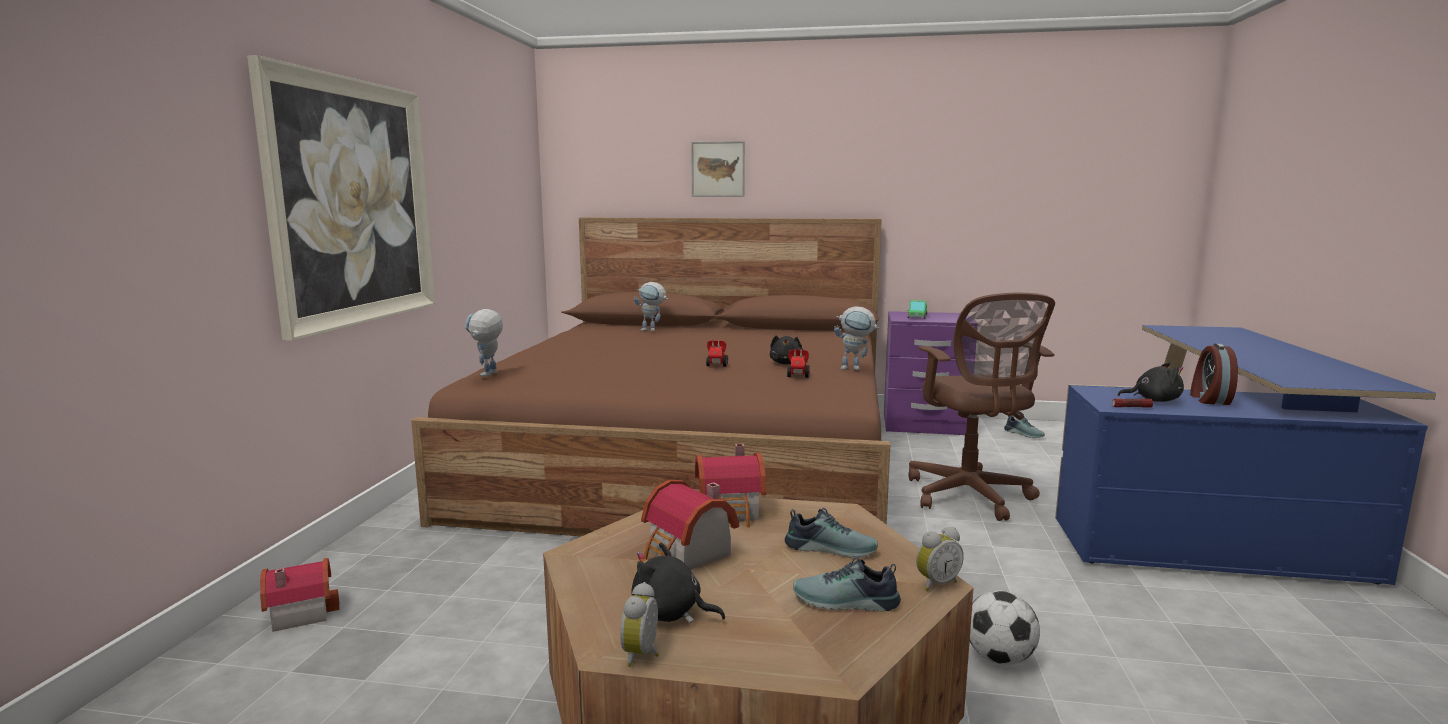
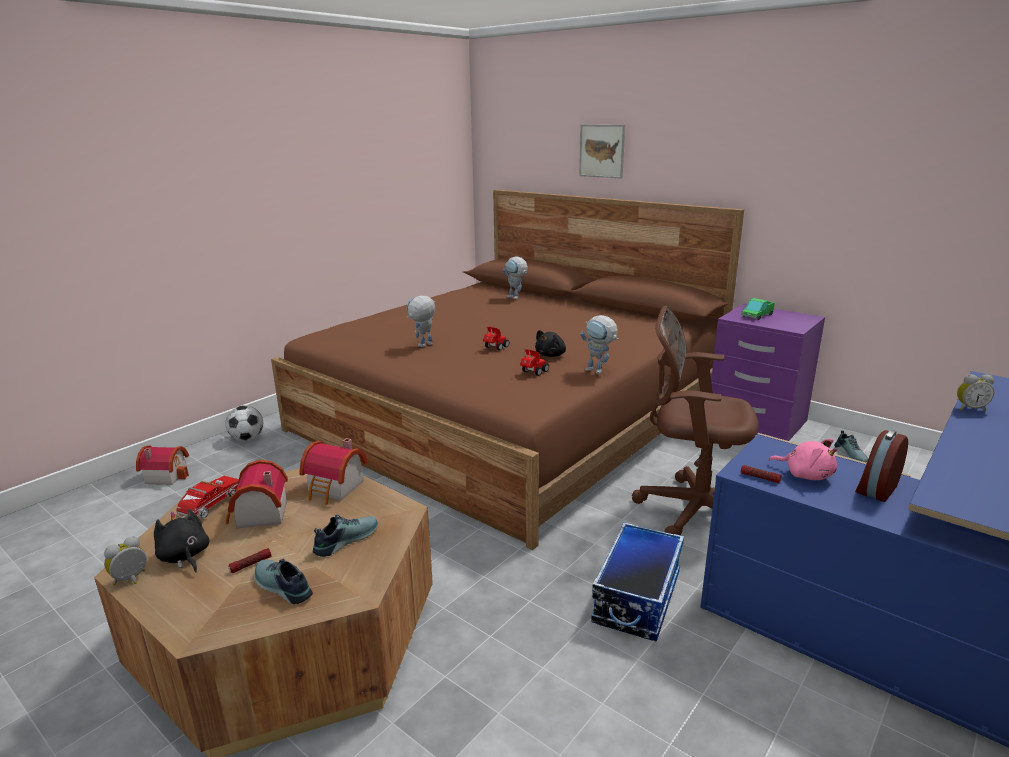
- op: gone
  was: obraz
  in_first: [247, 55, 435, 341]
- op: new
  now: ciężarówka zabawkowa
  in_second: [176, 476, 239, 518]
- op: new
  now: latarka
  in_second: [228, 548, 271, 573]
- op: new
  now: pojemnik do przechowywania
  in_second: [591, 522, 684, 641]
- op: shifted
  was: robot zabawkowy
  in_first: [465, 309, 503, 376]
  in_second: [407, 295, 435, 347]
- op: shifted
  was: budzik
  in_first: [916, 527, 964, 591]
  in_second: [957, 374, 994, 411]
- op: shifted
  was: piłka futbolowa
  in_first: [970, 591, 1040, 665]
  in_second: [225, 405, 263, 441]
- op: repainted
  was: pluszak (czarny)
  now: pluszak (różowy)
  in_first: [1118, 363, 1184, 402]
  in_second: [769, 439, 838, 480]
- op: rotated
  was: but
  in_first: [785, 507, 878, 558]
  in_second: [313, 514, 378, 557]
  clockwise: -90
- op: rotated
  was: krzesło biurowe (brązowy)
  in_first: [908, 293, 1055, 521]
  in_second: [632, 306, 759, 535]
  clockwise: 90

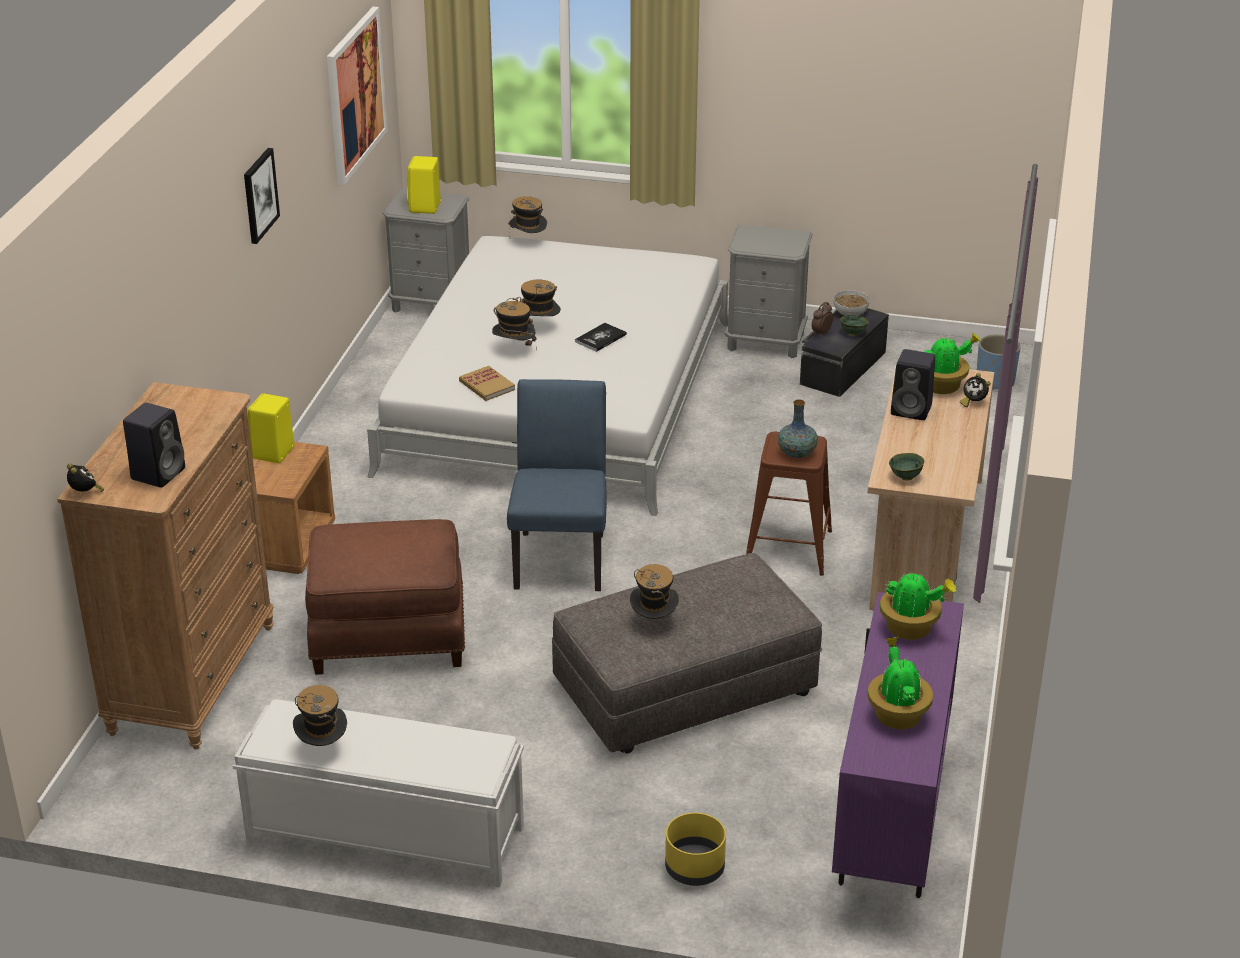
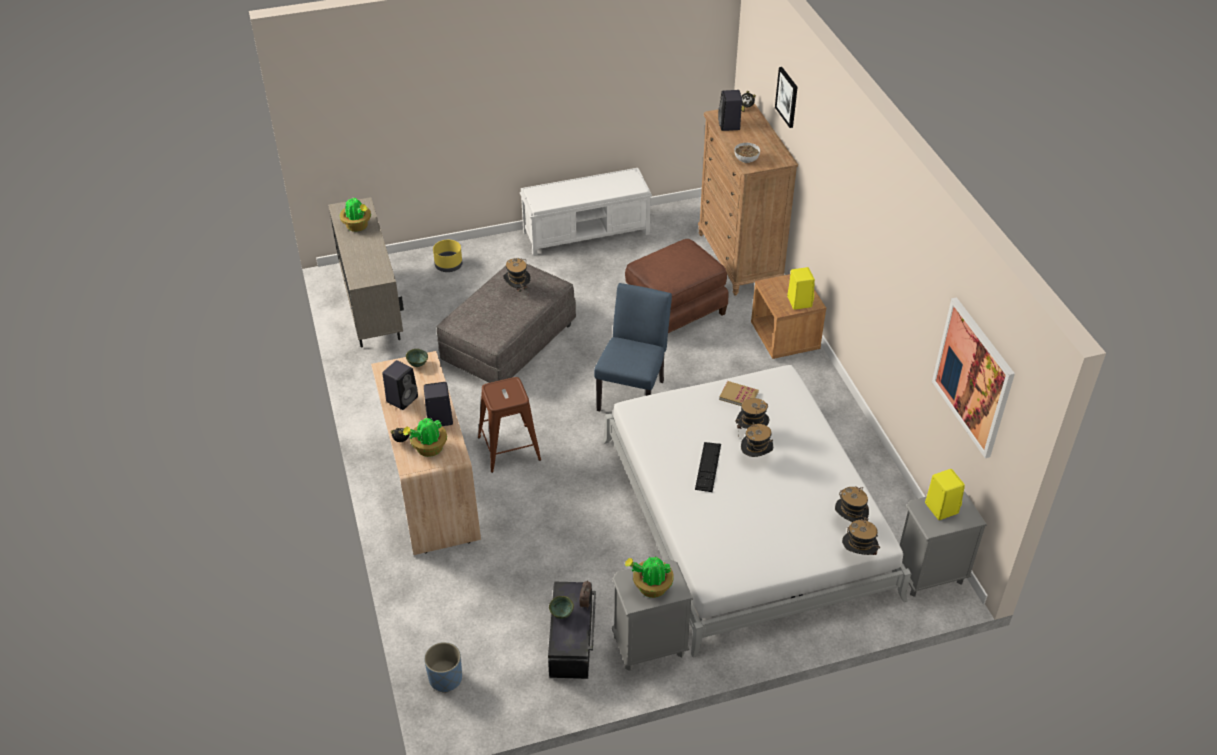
- op: gone
  was: wazon
  in_first: [778, 399, 818, 458]
- op: new
  now: głośnik (czarny)
  in_second: [382, 360, 418, 410]
- op: shifted
  was: obraz
  in_first: [244, 148, 280, 244]
  in_second: [775, 67, 798, 128]
- op: shifted
  was: kapelusz
  in_first: [293, 685, 347, 746]
  in_second: [835, 486, 869, 522]
- op: shifted
  was: miska
  in_first: [833, 290, 870, 316]
  in_second: [734, 143, 760, 163]
- op: shifted
  was: roślina doniczkowa
  in_first: [880, 568, 956, 640]
  in_second: [625, 557, 673, 598]
- op: swapped
  was: książka
  now: klawiatura
  in_first: [575, 323, 627, 352]
  in_second: [695, 442, 721, 492]
- op: repainted
  was: szafka (fioletowy)
  now: szafka (beżowy)
  in_first: [832, 592, 964, 898]
  in_second: [328, 197, 404, 348]
- op: rotated
  was: krzesło (niebieski)
  in_first: [507, 379, 607, 591]
  in_second: [594, 283, 672, 411]
  clockwise: -135

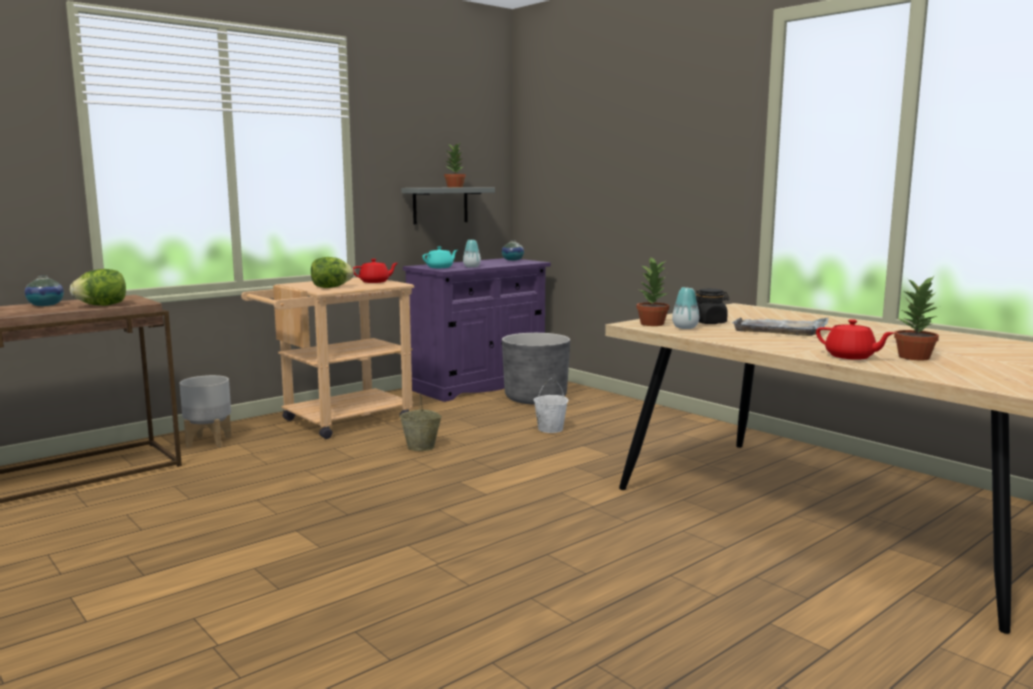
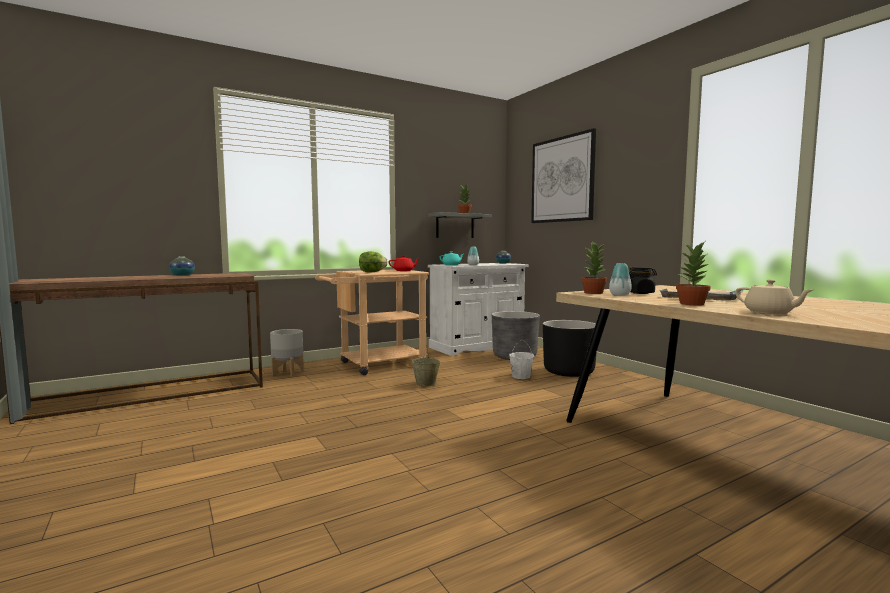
- op: gone
  was: sałata
  in_first: [70, 269, 126, 306]
- op: new
  now: obraz
  in_second: [531, 128, 596, 223]
- op: new
  now: donica (czarny)
  in_second: [543, 320, 597, 377]
- op: shifted
  was: roślina doniczkowa
  in_first: [894, 275, 941, 360]
  in_second: [676, 242, 711, 305]
- op: repainted
  was: szafka (fioletowy)
  now: szafka (biały)
  in_first: [403, 258, 551, 402]
  in_second: [428, 263, 529, 356]
- op: repainted
  was: imbryk (czerwony)
  now: imbryk (beżowy)
  in_first: [816, 319, 894, 360]
  in_second: [735, 280, 815, 314]

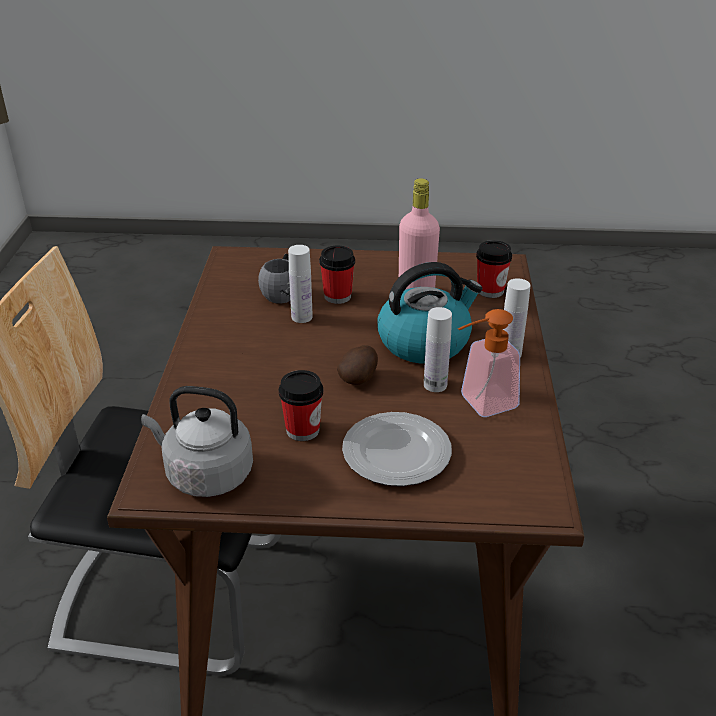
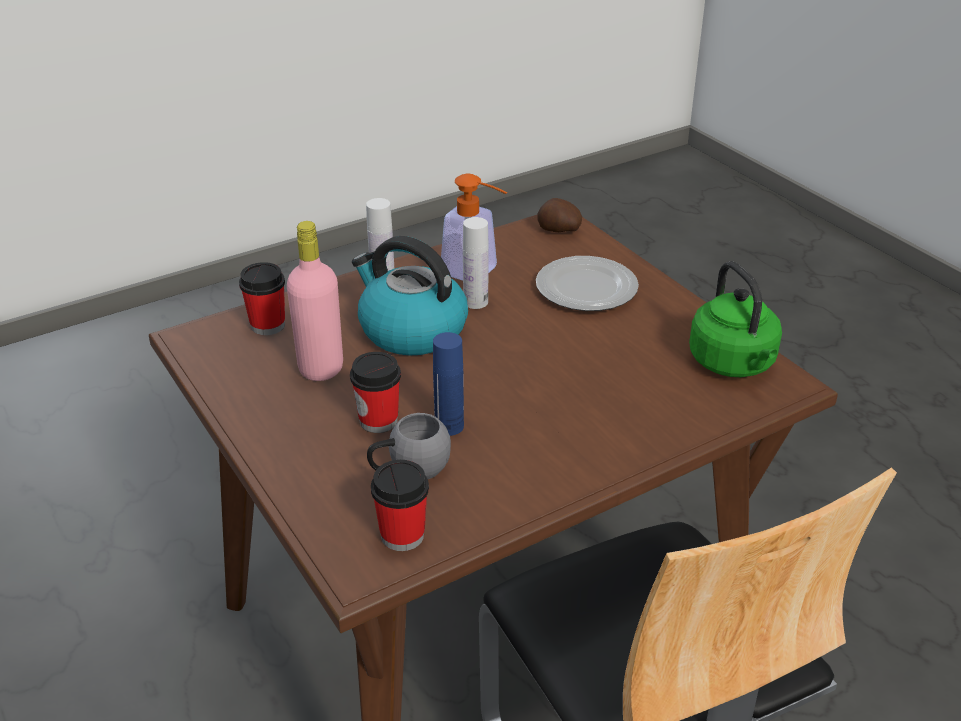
- op: shifted
  was: filiżanka
  in_first: [279, 370, 323, 441]
  in_second: [371, 460, 429, 551]
- op: shifted
  was: ziemniak
  in_first: [337, 345, 378, 385]
  in_second: [537, 198, 582, 232]
- op: repainted
  was: czajnik (szary)
  now: czajnik (zielony)
  in_first: [141, 386, 253, 497]
  in_second: [689, 261, 782, 377]
- op: repainted
  was: butelka (biały)
  now: butelka (niebieski)
  in_first: [288, 245, 313, 323]
  in_second: [433, 332, 464, 436]

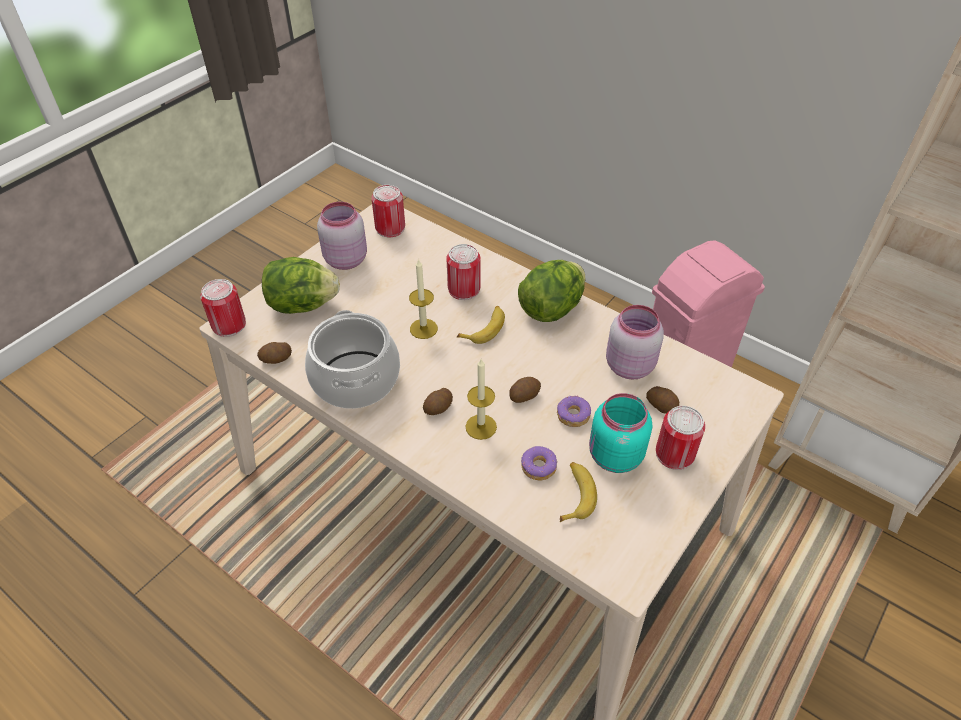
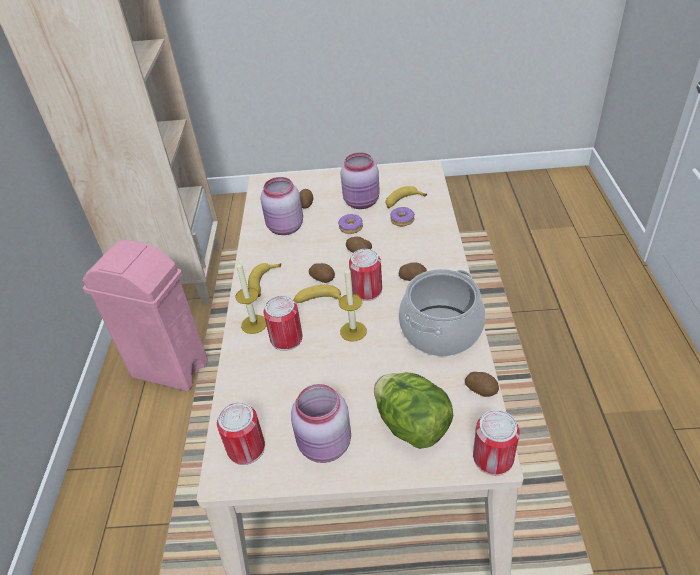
- op: new
  now: ziemniak
  in_second: [309, 263, 335, 283]
- op: shifted
  was: świeca
  in_first: [465, 359, 497, 440]
  in_second: [235, 261, 266, 334]
- op: shifted
  was: puszka
  in_first: [656, 406, 705, 470]
  in_second: [349, 249, 382, 301]
- op: swapped
  was: sałata
  now: banan
  in_first: [518, 260, 585, 322]
  in_second: [248, 263, 281, 297]
- op: repainted
  was: słoik (turkusowy)
  now: słoik (różowy)
  in_first: [589, 393, 653, 473]
  in_second: [341, 152, 380, 209]

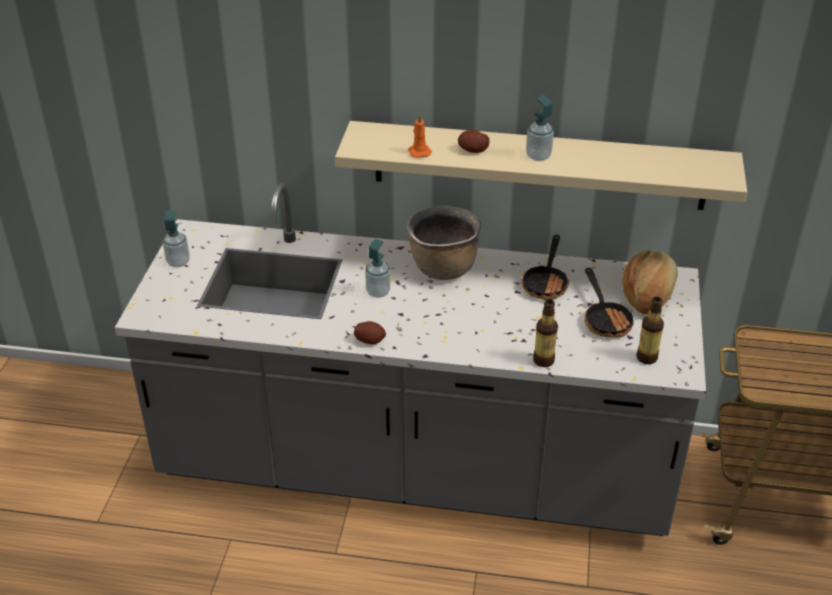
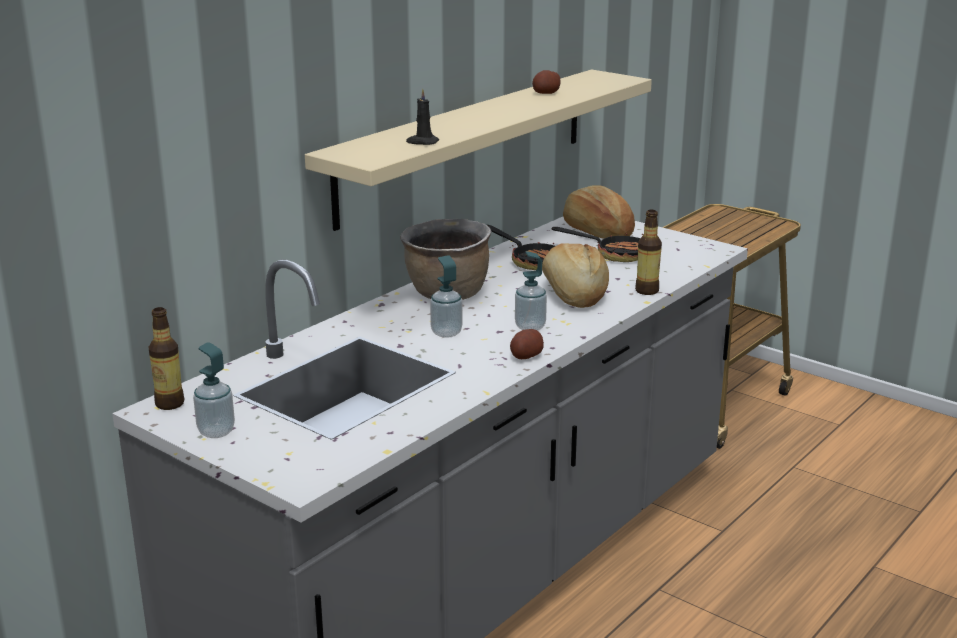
- op: new
  now: chleb
  in_second: [542, 243, 609, 308]
- op: shifted
  was: ziemniak
  in_first: [458, 130, 490, 153]
  in_second: [532, 70, 561, 94]
- op: shifted
  was: dozownik mydła
  in_first: [526, 95, 554, 161]
  in_second: [515, 251, 547, 331]
- op: shifted
  was: butelka
  in_first: [636, 297, 664, 364]
  in_second: [148, 307, 184, 410]
- op: repainted
  was: świeca (pomarańczowy)
  now: świeca (czarny)
  in_first: [409, 114, 432, 158]
  in_second: [406, 88, 439, 145]

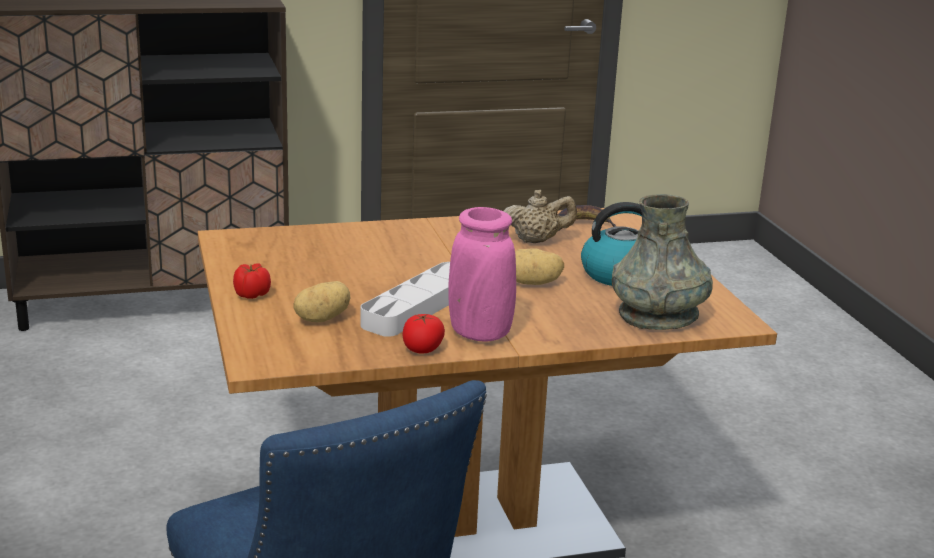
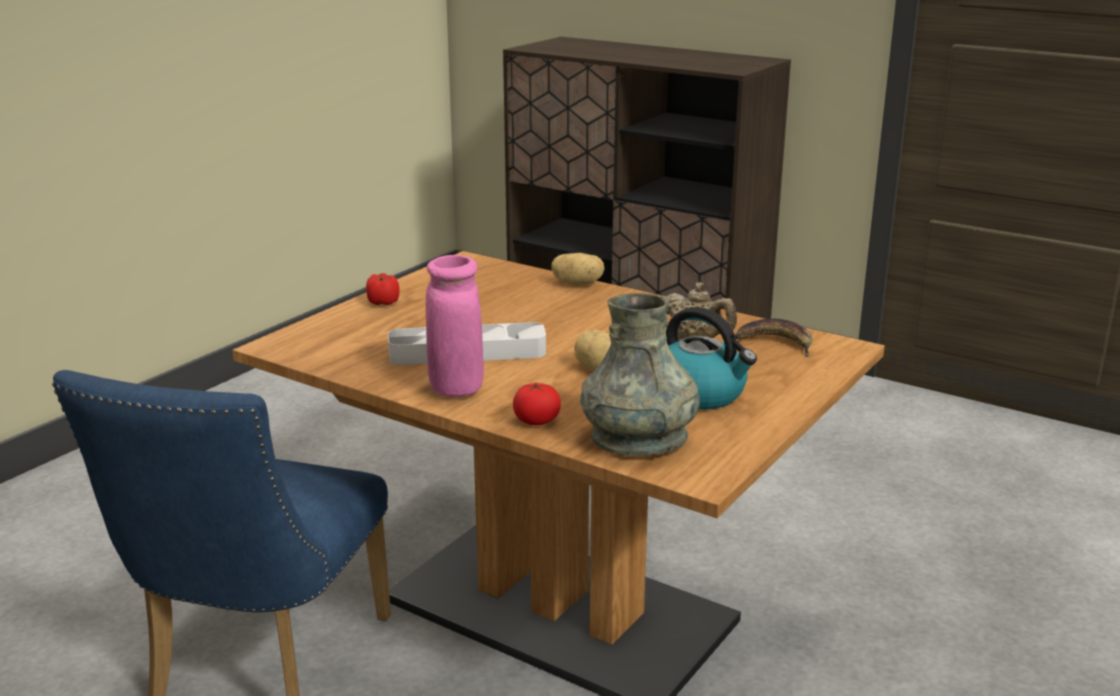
- op: shifted
  was: ziemniak
  in_first: [293, 281, 350, 322]
  in_second: [551, 253, 604, 286]
- op: shifted
  was: pomidor
  in_first: [403, 314, 445, 354]
  in_second: [513, 382, 561, 425]

